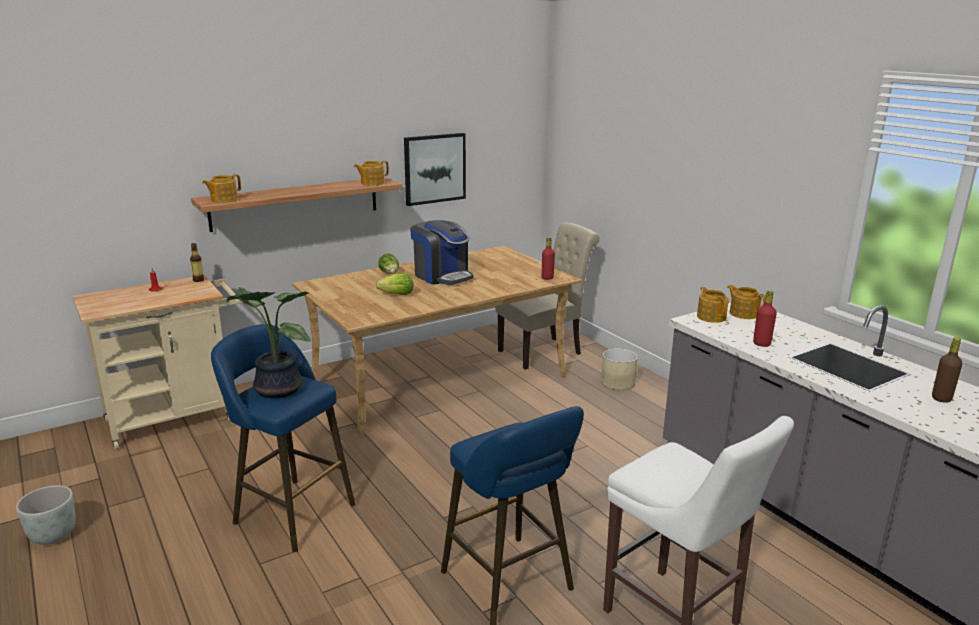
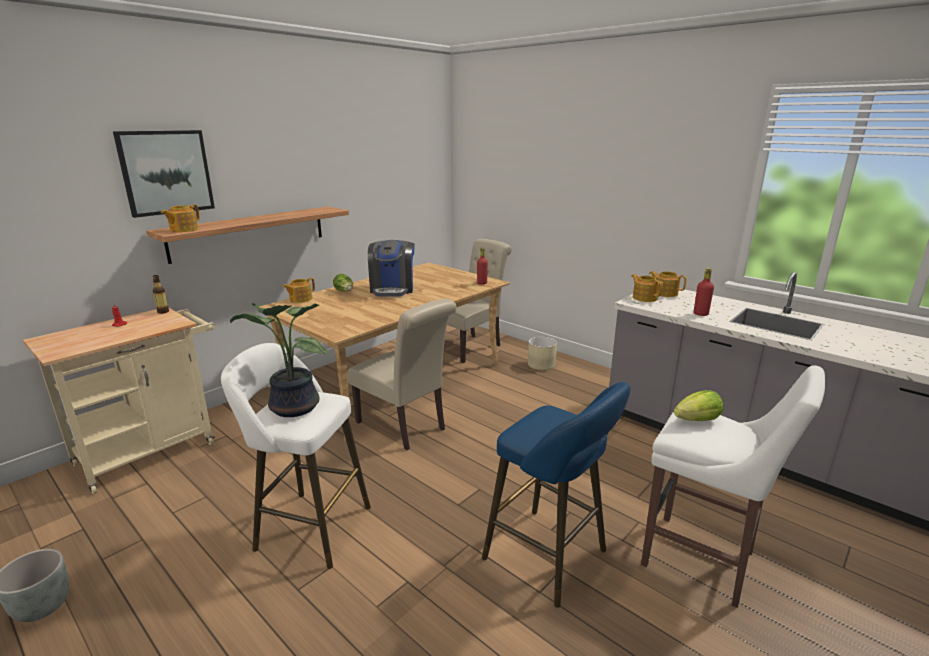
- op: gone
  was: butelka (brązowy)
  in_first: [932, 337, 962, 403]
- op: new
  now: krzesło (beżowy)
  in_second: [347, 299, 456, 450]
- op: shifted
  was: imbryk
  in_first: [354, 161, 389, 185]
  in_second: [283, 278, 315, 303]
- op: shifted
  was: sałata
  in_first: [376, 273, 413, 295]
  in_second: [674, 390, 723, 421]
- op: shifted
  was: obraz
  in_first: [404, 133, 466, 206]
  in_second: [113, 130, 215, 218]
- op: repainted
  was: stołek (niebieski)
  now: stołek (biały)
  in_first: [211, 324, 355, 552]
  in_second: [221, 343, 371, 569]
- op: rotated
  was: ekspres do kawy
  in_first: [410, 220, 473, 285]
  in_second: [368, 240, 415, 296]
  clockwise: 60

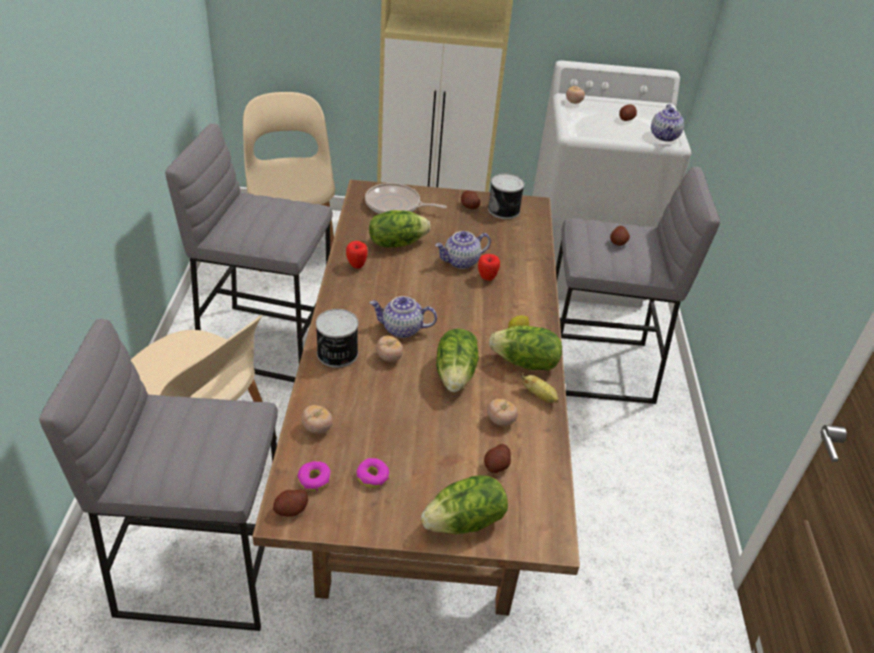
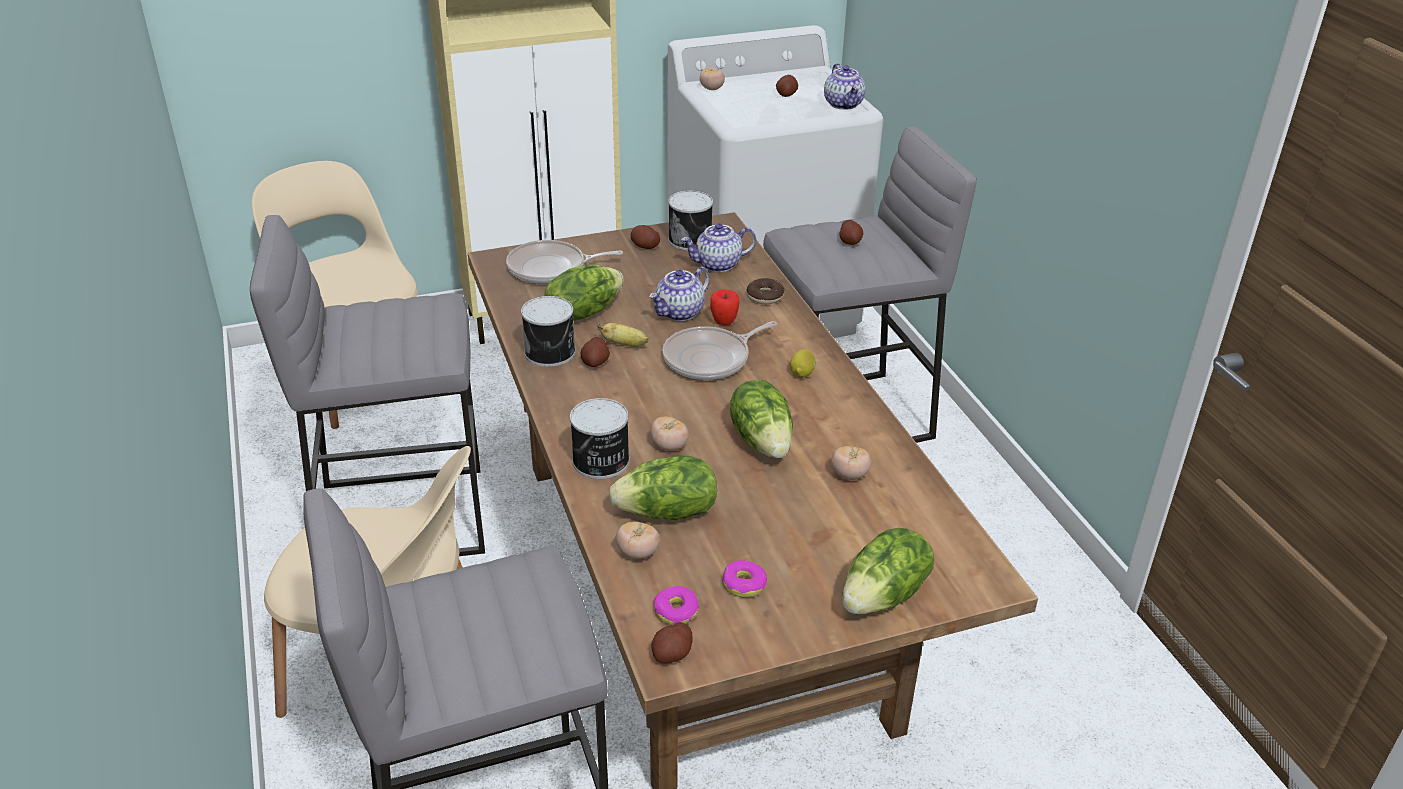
- op: new
  now: patelnia
  in_second: [663, 321, 777, 380]
- op: new
  now: donut
  in_second: [747, 278, 785, 304]
- op: shifted
  was: imbryk
  in_first: [370, 296, 437, 338]
  in_second: [681, 223, 756, 272]
- op: shifted
  was: ziemniak
  in_first: [484, 444, 511, 473]
  in_second: [581, 337, 610, 367]
- op: shifted
  was: sałata
  in_first: [489, 326, 562, 370]
  in_second: [609, 456, 717, 520]
- op: shifted
  was: banan
  in_first: [521, 373, 559, 403]
  in_second: [597, 323, 648, 347]
- op: swapped
  was: jabłko
  now: puszka
  in_first: [346, 241, 368, 269]
  in_second: [521, 296, 575, 367]

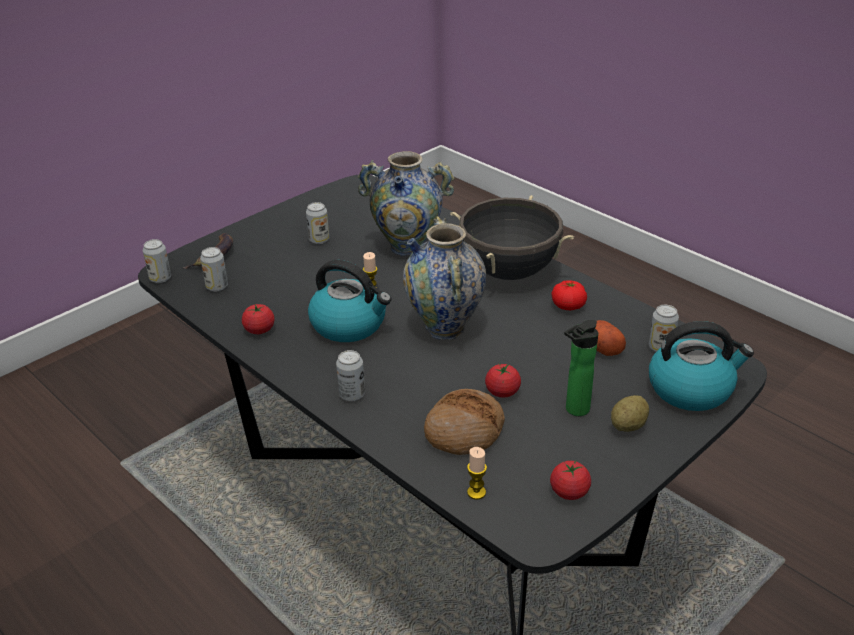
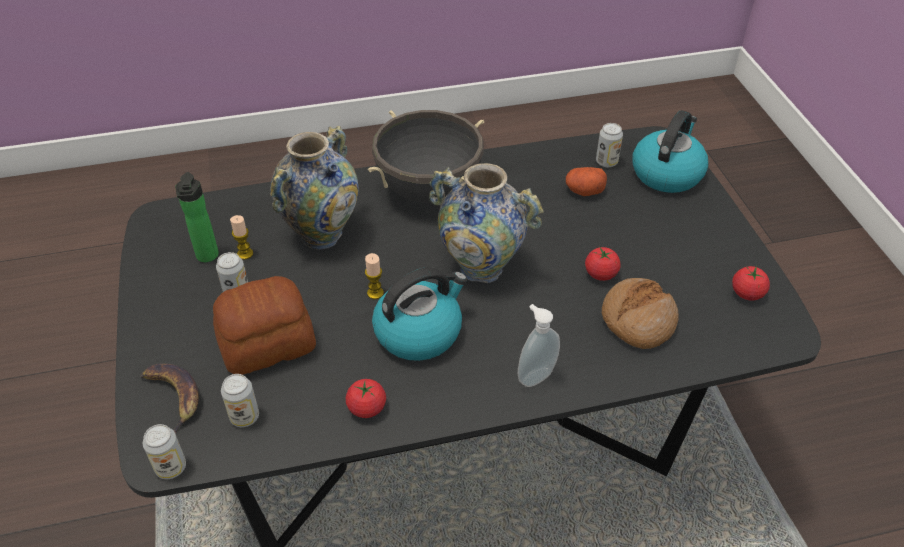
- op: gone
  was: pomidor
  in_first: [552, 280, 587, 310]
- op: gone
  was: ziemniak
  in_first: [611, 395, 649, 432]
- op: new
  now: chleb
  in_second: [213, 276, 316, 375]
- op: shifted
  was: świeca
  in_first: [467, 447, 487, 500]
  in_second: [230, 215, 253, 260]
- op: shifted
  was: butelka
  in_first: [564, 320, 598, 416]
  in_second: [175, 172, 219, 262]
- op: swapped
  was: puszka
  now: dozownik mydła
  in_first: [336, 350, 365, 401]
  in_second: [518, 304, 560, 387]

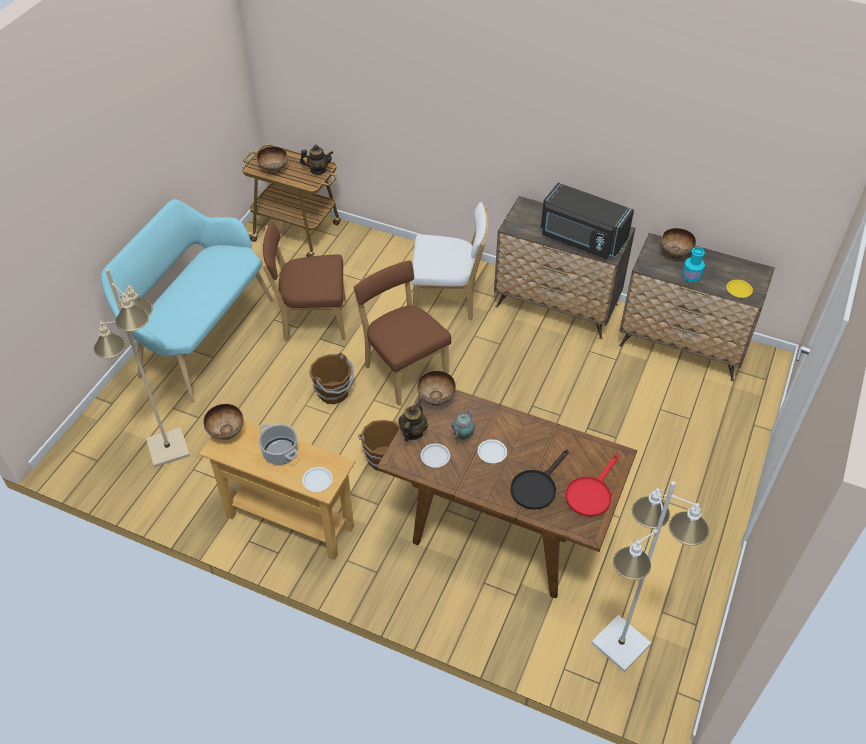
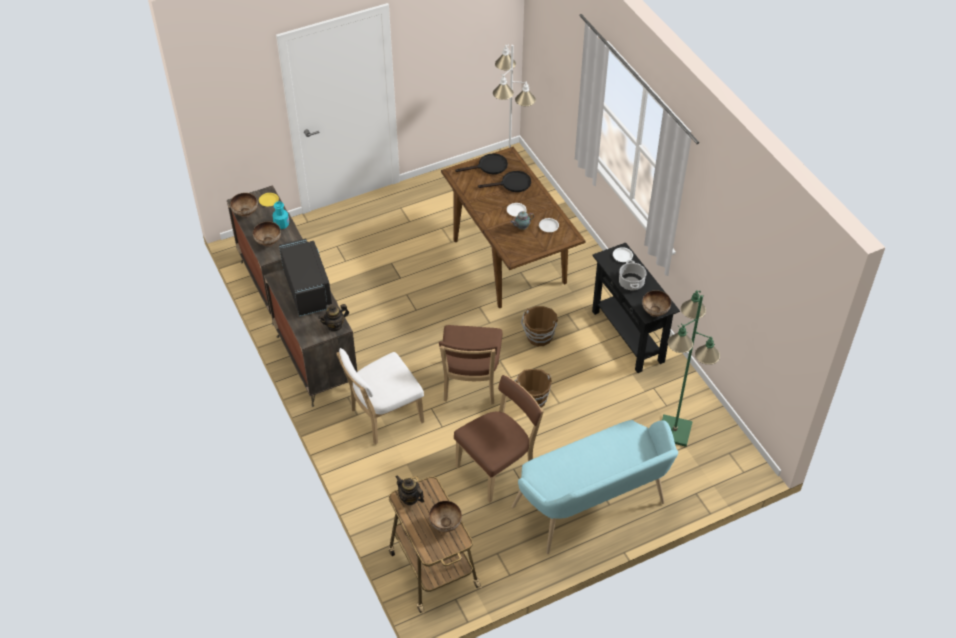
- op: shifted
  was: imbryk
  in_first: [398, 399, 428, 442]
  in_second: [318, 304, 349, 332]
- op: shifted
  was: miska
  in_first: [417, 371, 456, 406]
  in_second: [230, 193, 258, 218]
- op: repainted
  was: lampa stojąca (beżowy)
  now: lampa stojąca (zielony)
  in_first: [94, 269, 190, 468]
  in_second: [662, 290, 720, 447]
- op: repainted
  was: stolik konsolowy (beżowy)
  now: stolik konsolowy (czarny)
  in_first: [199, 420, 355, 560]
  in_second: [592, 243, 680, 373]
- op: repainted
  was: patelnia (czerwony)
  now: patelnia (czarny)
  in_first: [565, 454, 619, 517]
  in_second: [455, 153, 508, 174]
- op: rotated
  was: krzesło (brązowy)
  in_first: [261, 222, 346, 342]
  in_second: [454, 375, 544, 503]
  clockwise: -75
- op: rotated
  was: krzesło (biały)
  in_first: [411, 202, 488, 320]
  in_second: [337, 348, 424, 445]
  clockwise: -75

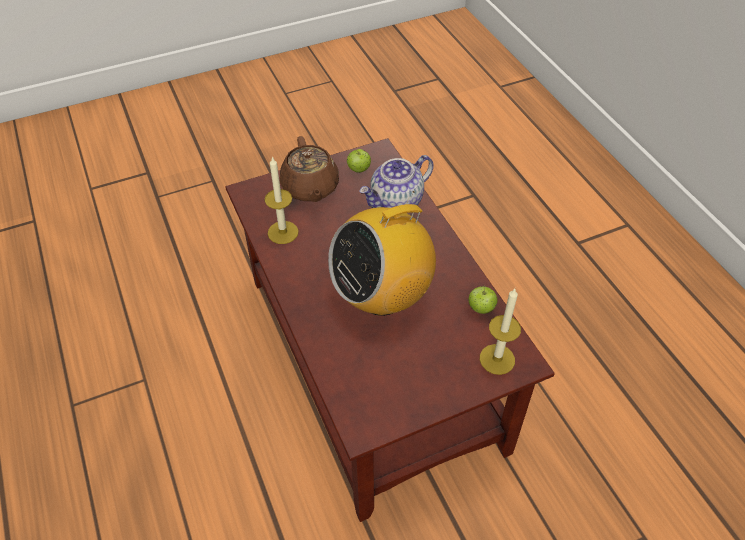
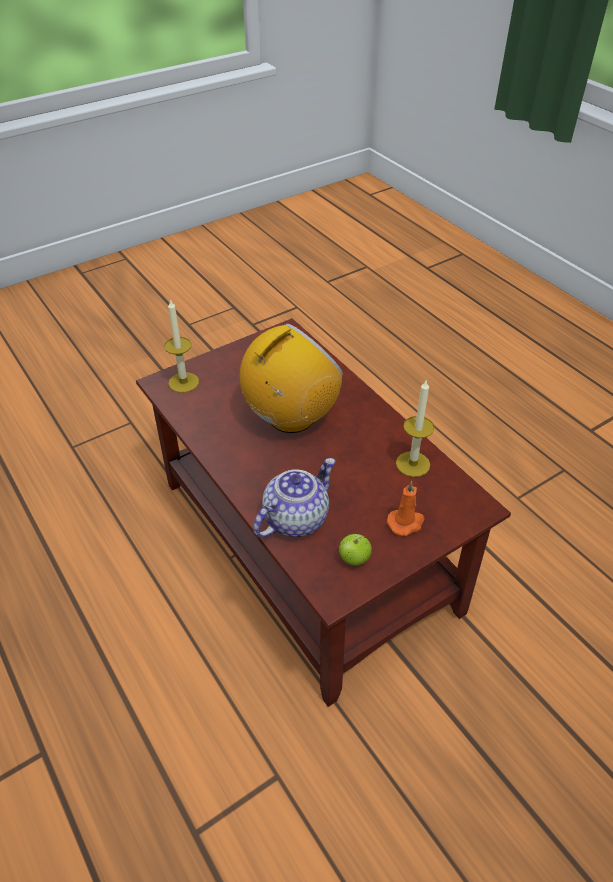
- op: gone
  was: jabłko
  in_first: [469, 285, 497, 314]
- op: swapped
  was: imbryk (brązowy)
  now: świeca (pomarańczowy)
  in_first: [280, 136, 339, 202]
  in_second: [387, 481, 425, 536]

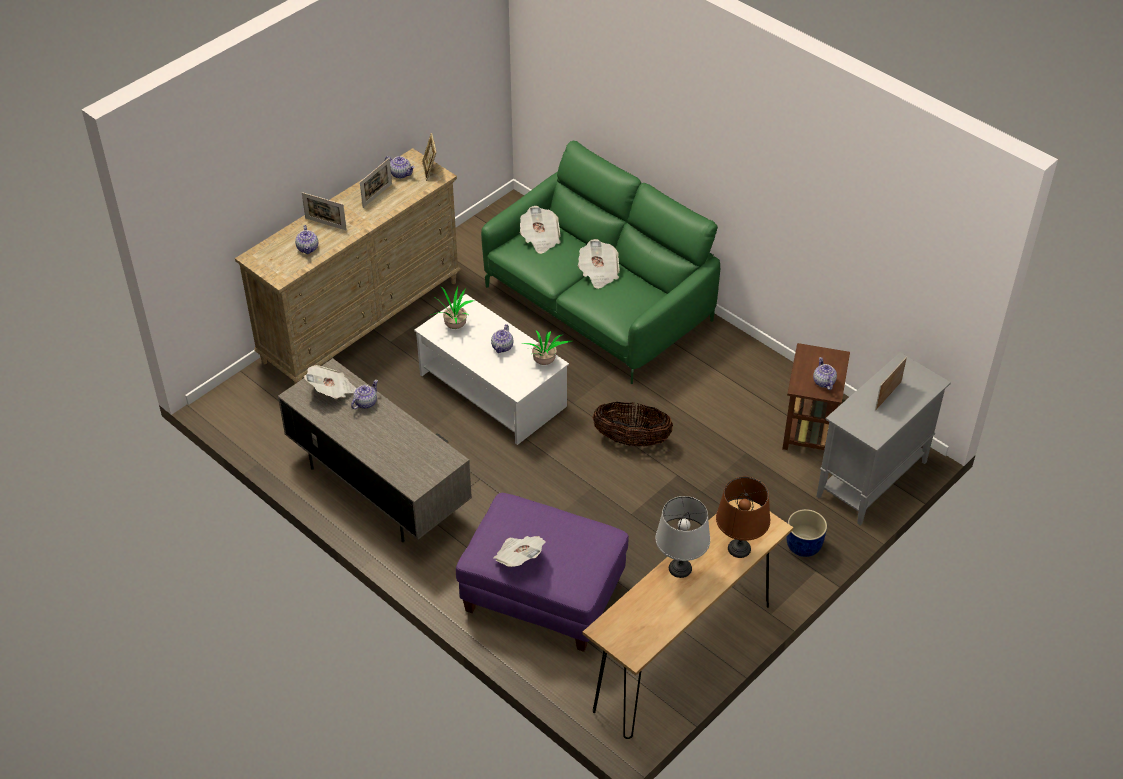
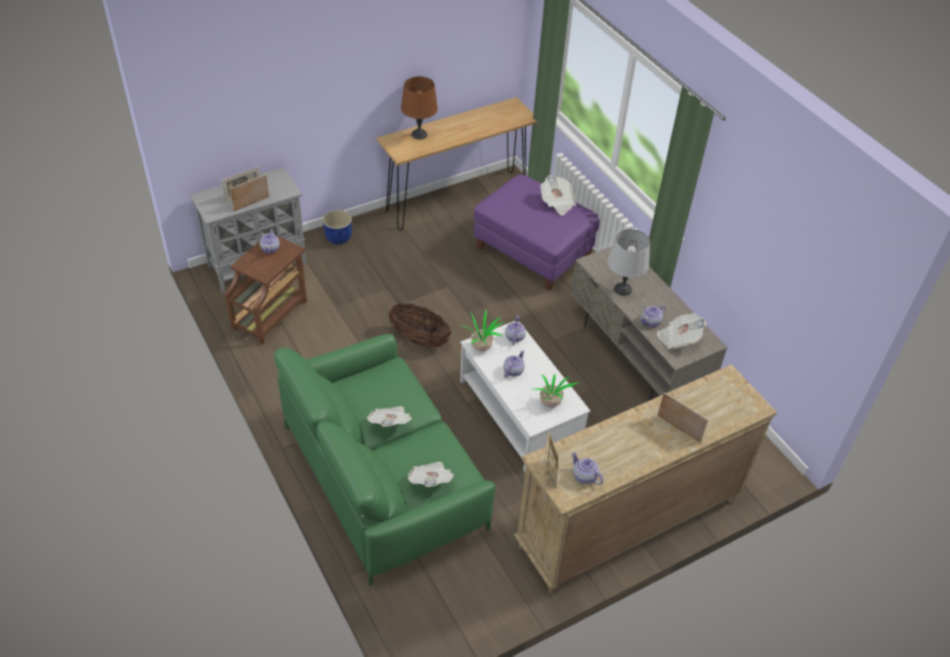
- op: shifted
  was: imbryk
  in_first: [295, 225, 318, 254]
  in_second: [505, 315, 526, 345]
- op: shifted
  was: ramka na zdjęcie
  in_first: [360, 158, 392, 208]
  in_second: [230, 174, 269, 212]
- op: shifted
  was: lampa stołowa (szary)
  in_first: [655, 496, 710, 578]
  in_second: [608, 229, 650, 296]

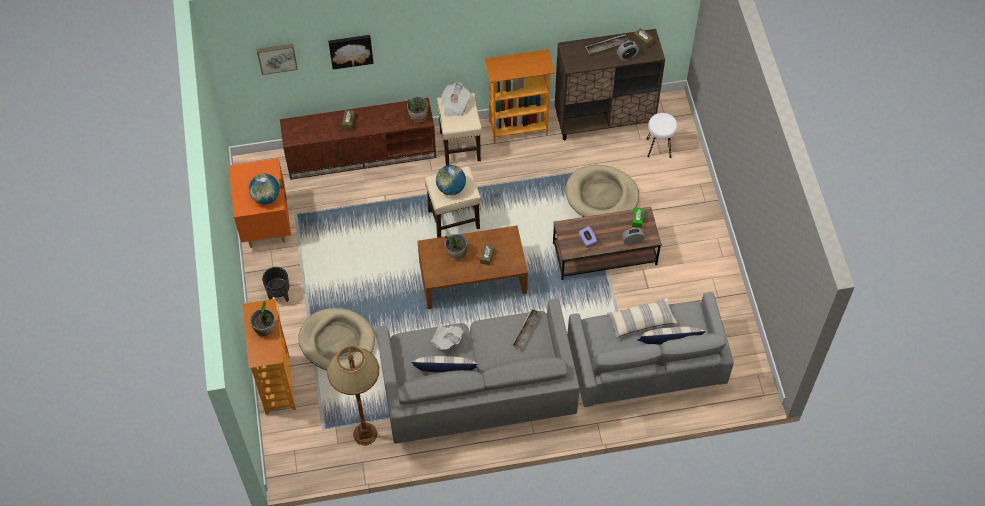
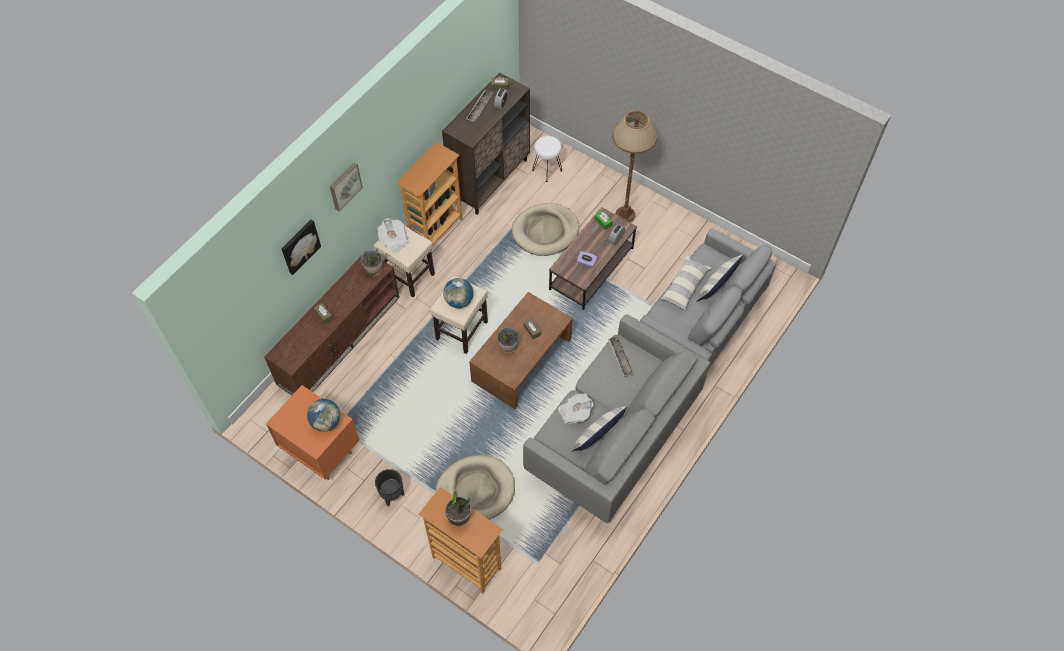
- op: shifted
  was: obraz
  in_first: [257, 44, 298, 75]
  in_second: [330, 163, 363, 211]
- op: shifted
  was: lampa stojąca (brązowy)
  in_first: [327, 346, 379, 445]
  in_second: [612, 111, 657, 222]

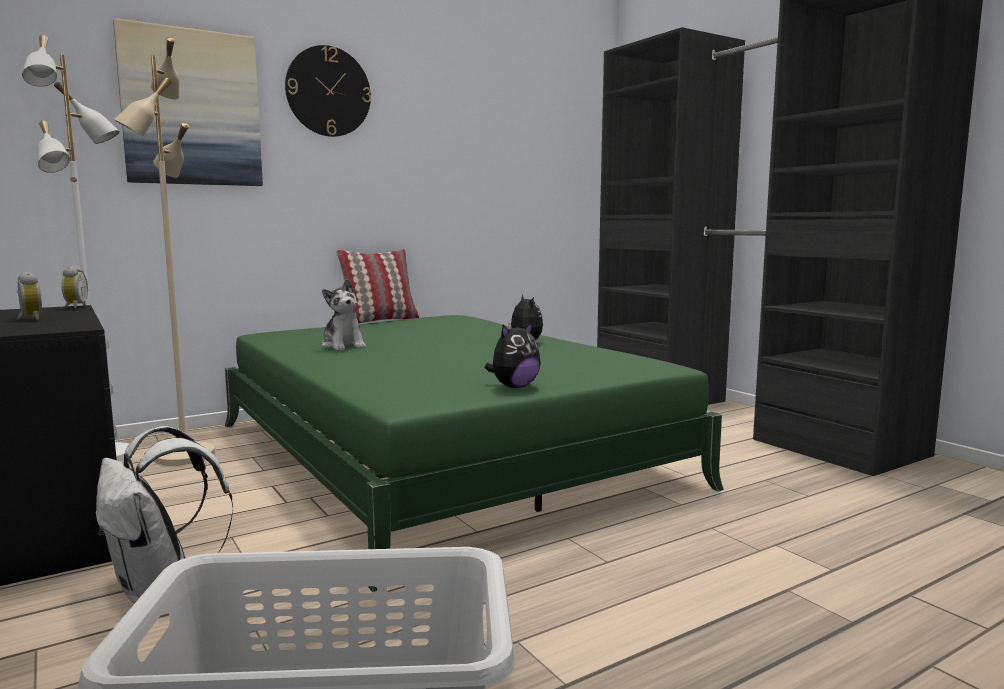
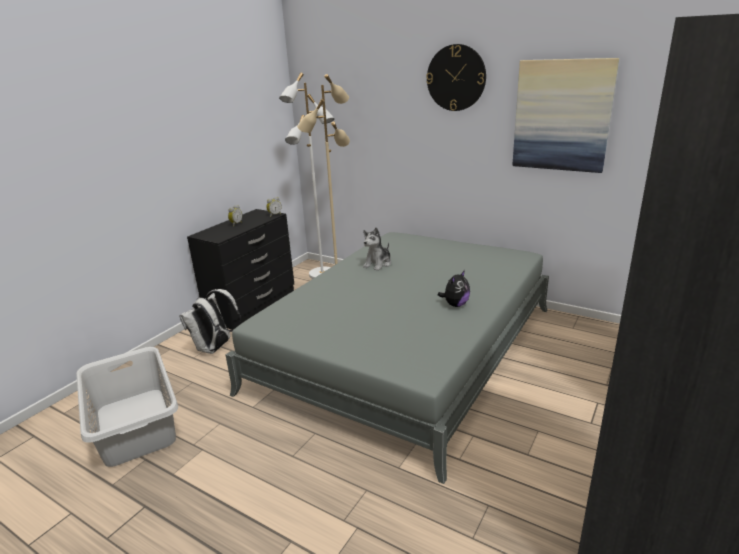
- op: gone
  was: poduszka
  in_first: [336, 249, 419, 323]
- op: gone
  was: pluszak
  in_first: [485, 322, 541, 388]
- op: shifted
  was: obraz
  in_first: [113, 18, 263, 186]
  in_second: [512, 58, 619, 173]
- op: repainted
  was: łóżko (zielony)
  now: łóżko (szary)
  in_first: [225, 315, 724, 592]
  in_second: [226, 232, 549, 484]

